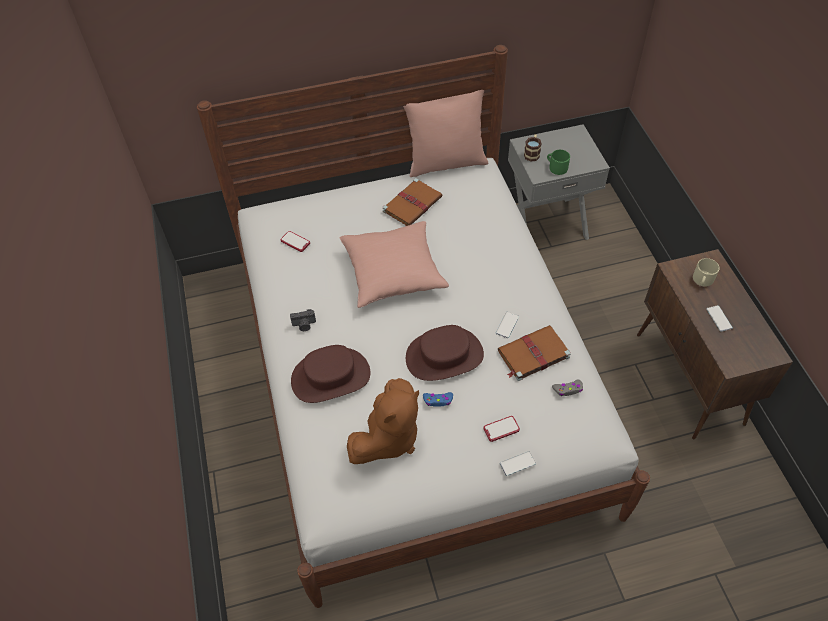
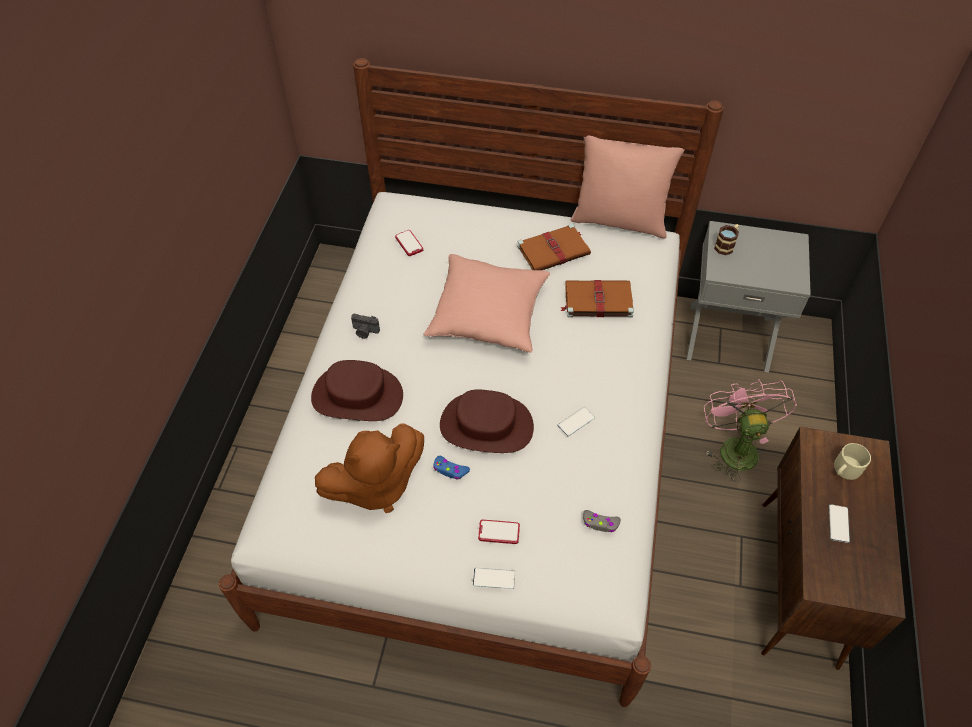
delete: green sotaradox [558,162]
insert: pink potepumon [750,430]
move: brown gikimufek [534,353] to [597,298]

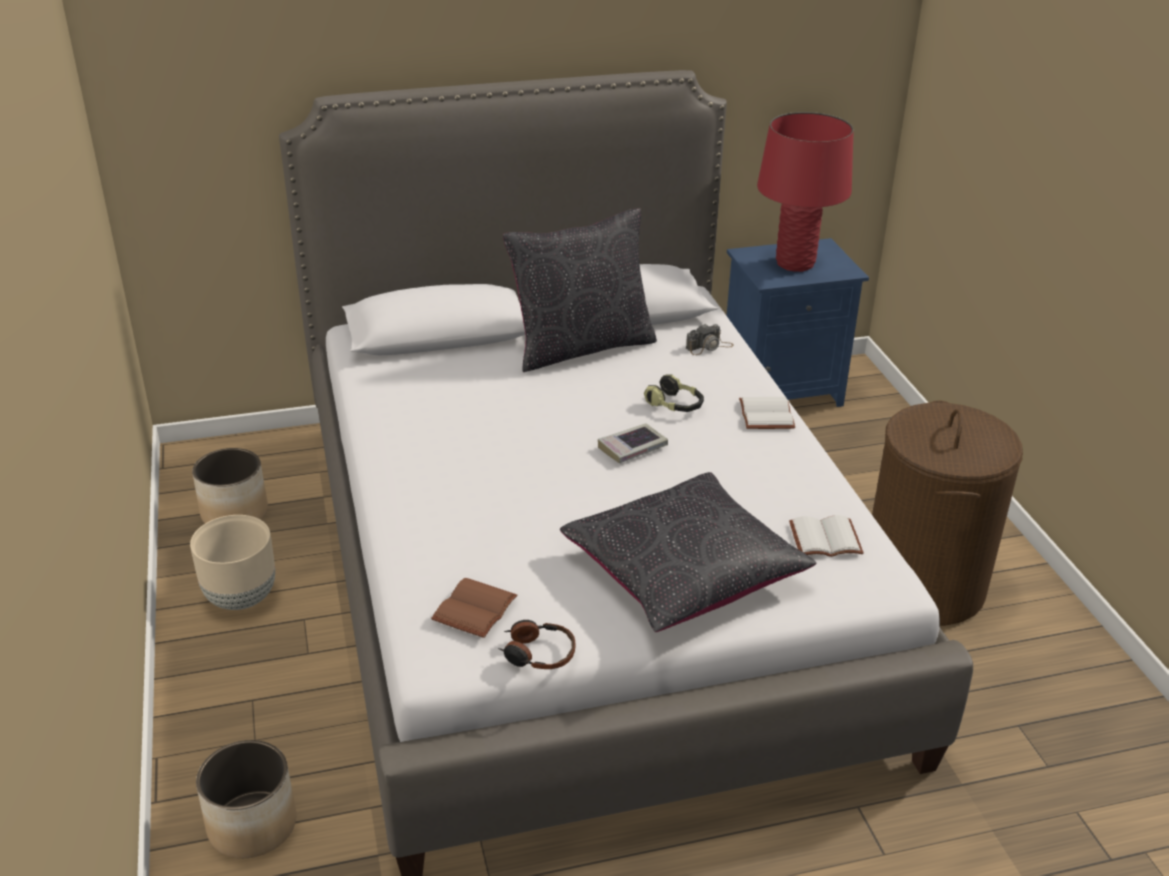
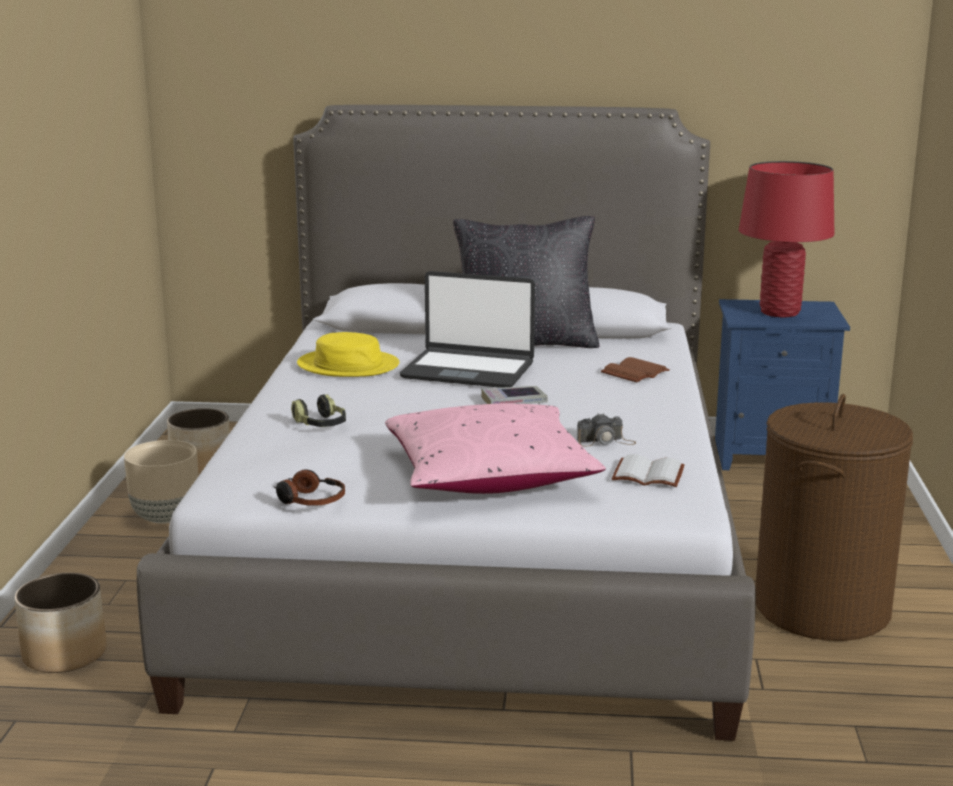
delete: white gikimufek [767,413]
insert: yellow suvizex [348,354]; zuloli [467,329]
move: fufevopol [674,393] to [318,410]; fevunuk [710,339] to [606,430]; brown gikimufek [474,608] to [635,369]
recolor: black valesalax [688,552] to pink valesalax [495,448]

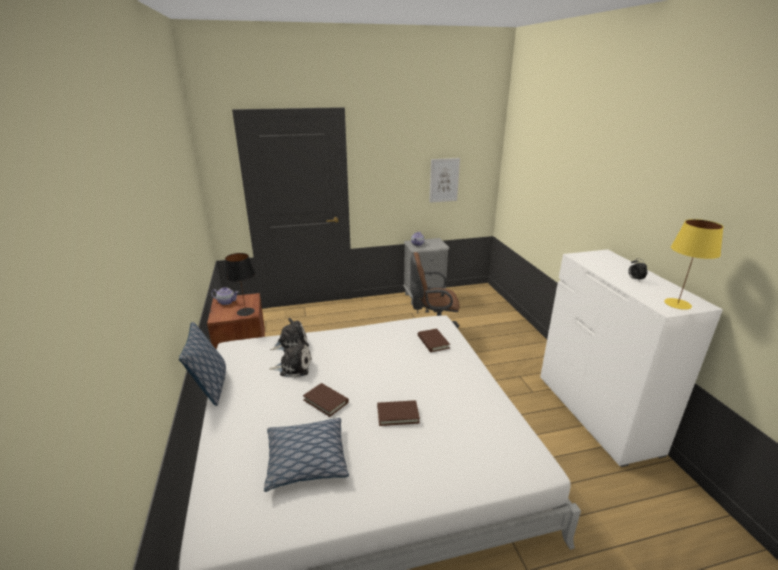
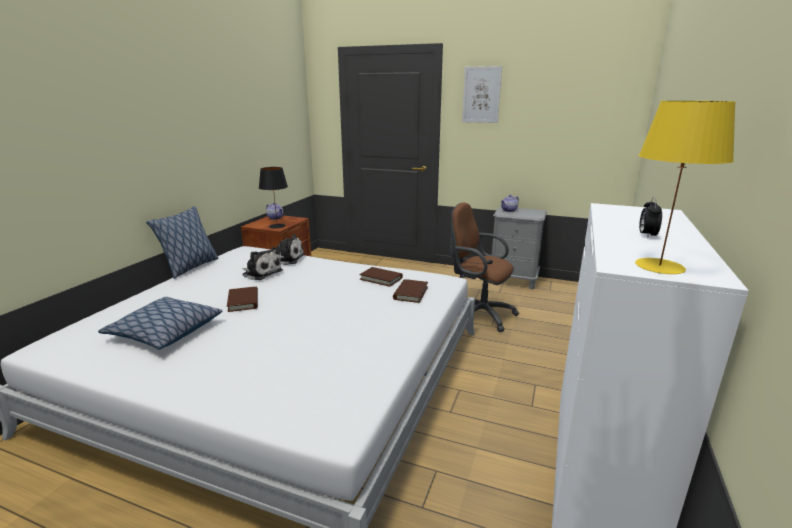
move: brown gikimufek [398,413] to [381,277]; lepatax [444,180] to [482,94]

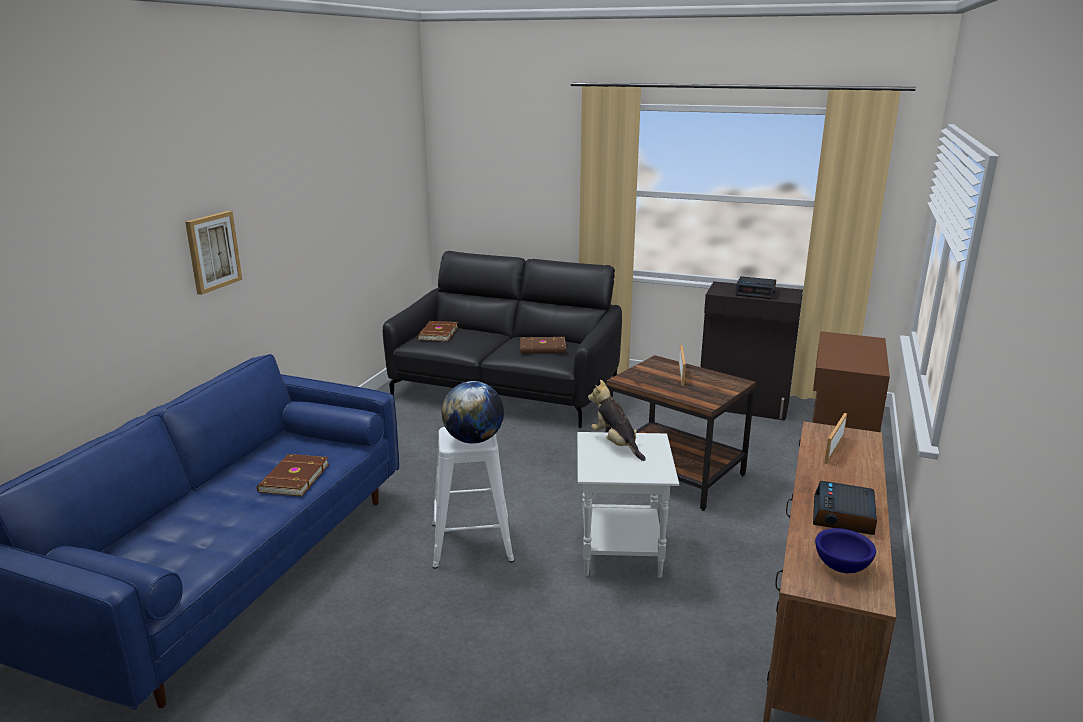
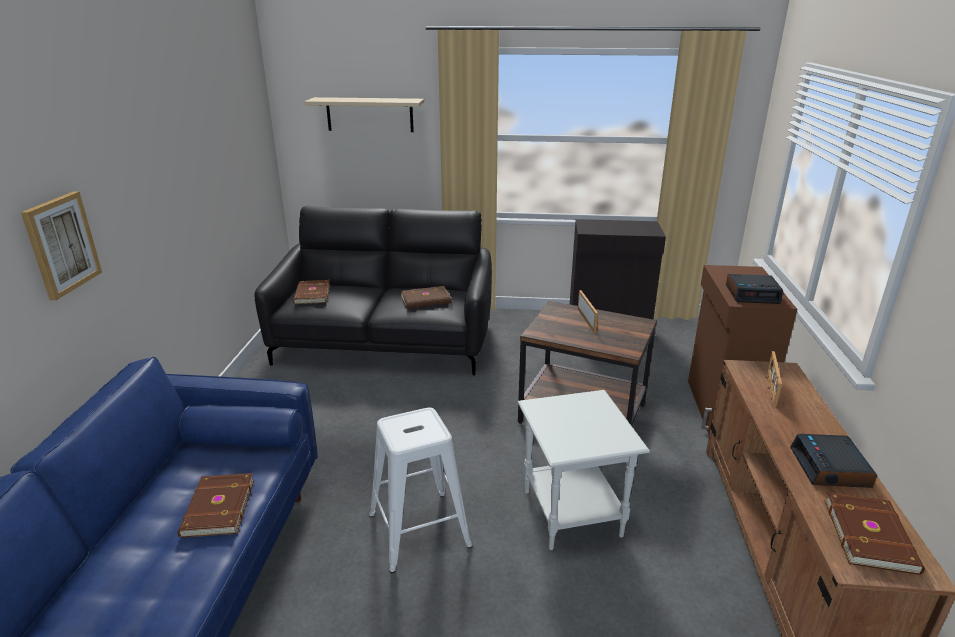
delete: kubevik [473,412]; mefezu [617,420]
insert: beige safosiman [364,114]
move: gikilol [755,287] to [754,289]
replace: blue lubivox [845,550] to brown gikimufek [874,533]

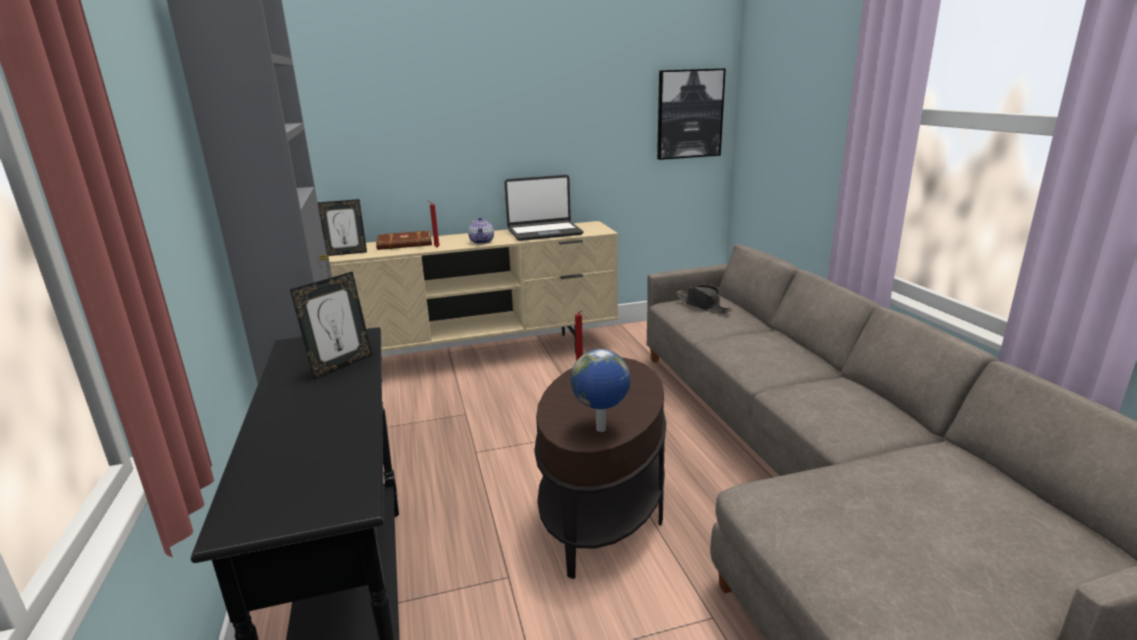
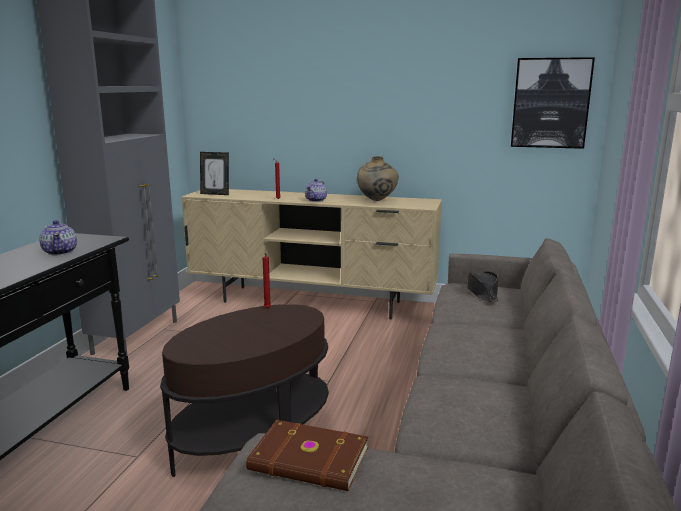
delete: kubevik [600,390]
move: brown gikimufek [404,240] to [307,455]
replace: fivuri [331,325] to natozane [58,237]; zuloli [544,208] to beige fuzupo [378,178]

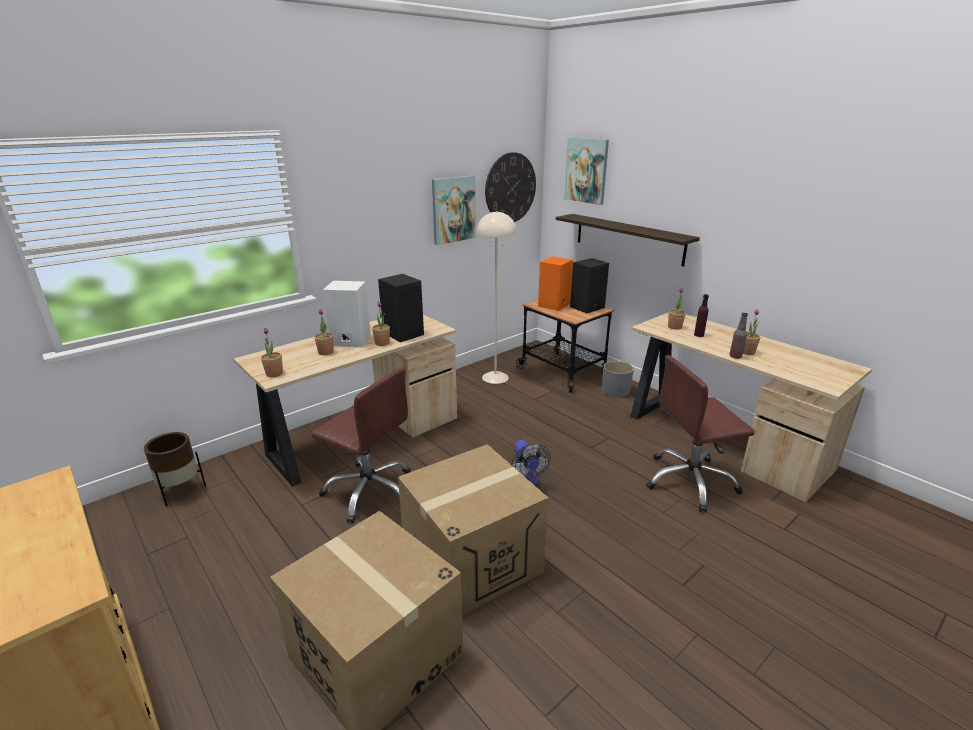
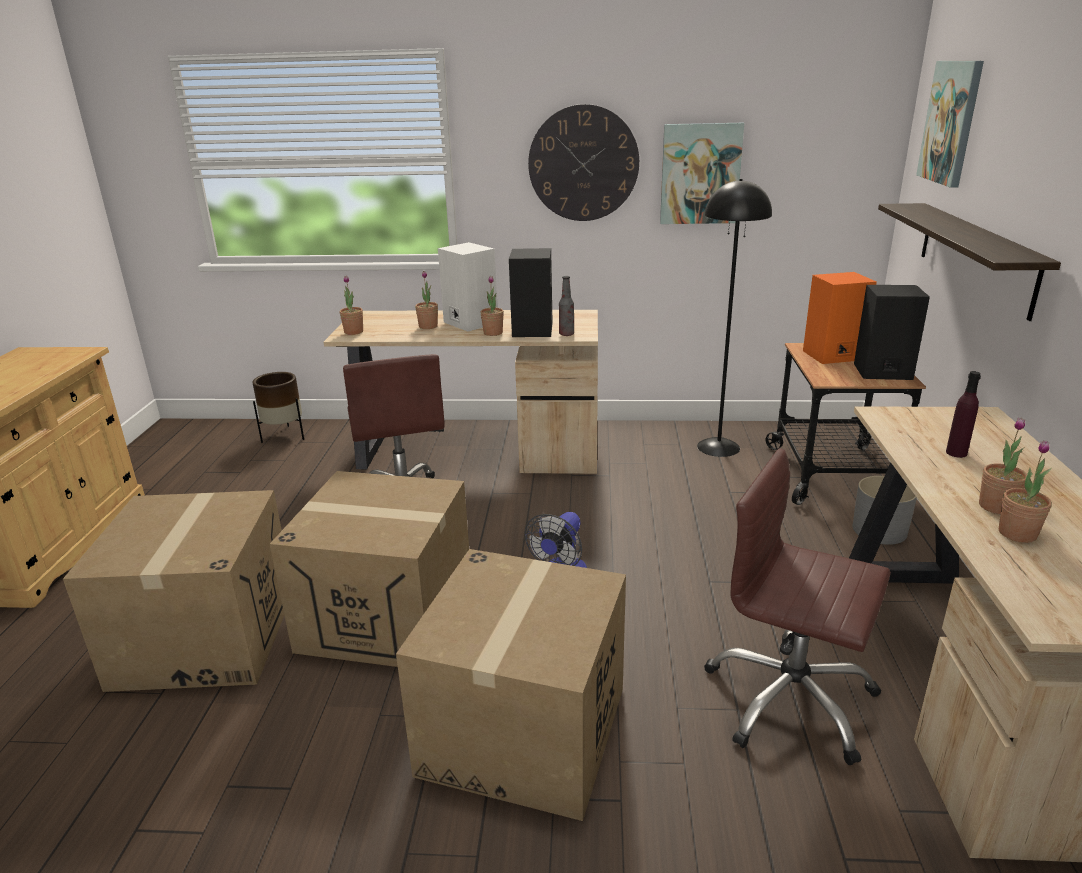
insert: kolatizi [511,685]
move: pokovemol [510,187] to [583,162]; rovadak [738,336] to [566,306]; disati [677,309] to [1025,491]
recolor: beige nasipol [496,297] to black nasipol [734,318]

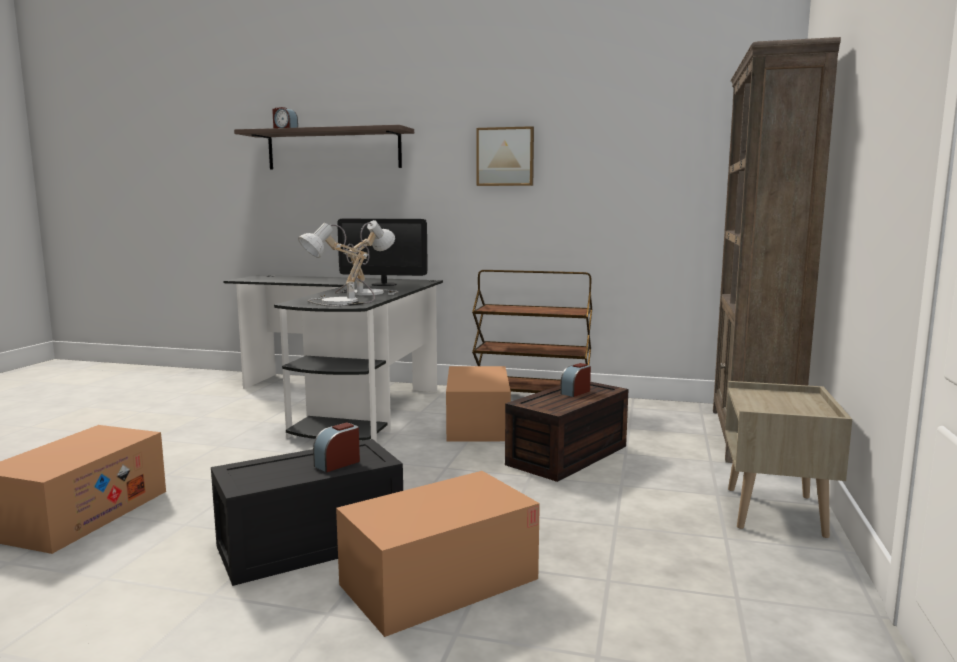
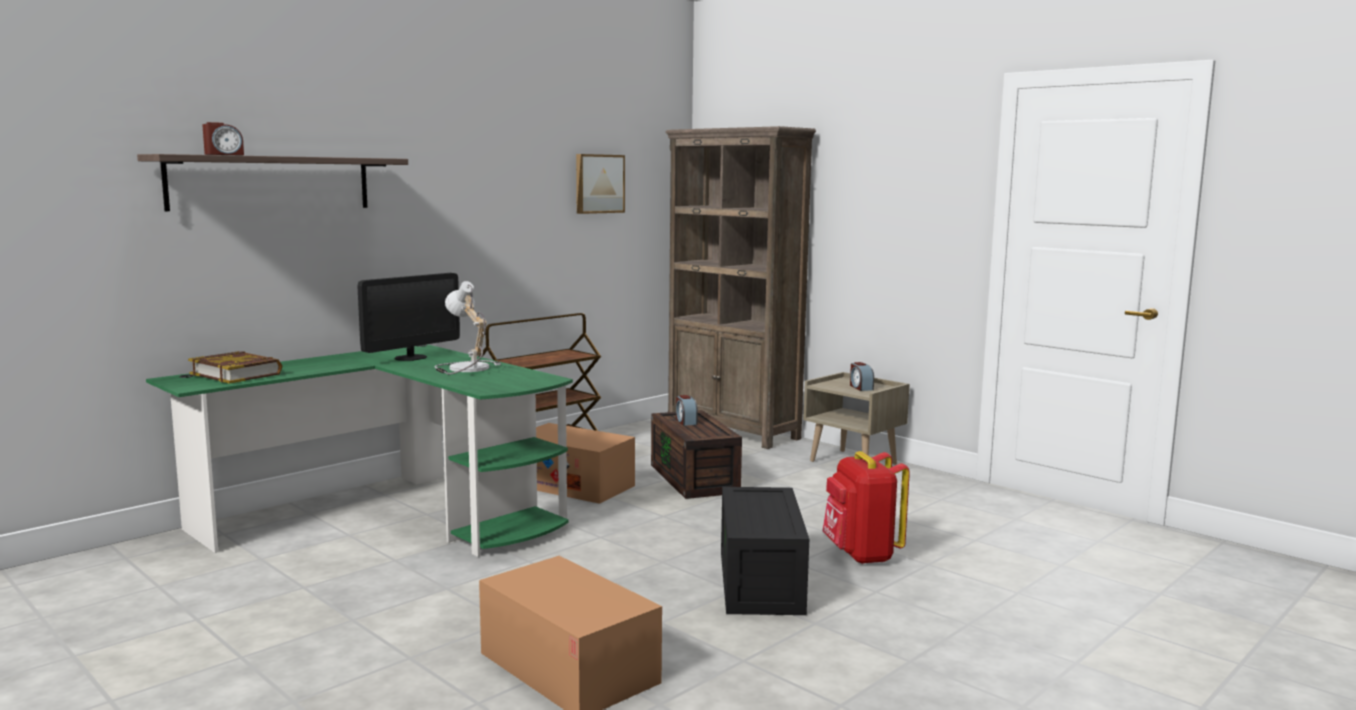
delete: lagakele [336,265]
insert: gikimufek [235,367]
move: lepatax [505,156] to [600,184]; gikilol [336,447] to [862,376]
replace: kolatizi [438,554] to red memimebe [866,507]
recolor: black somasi [333,358] to green somasi [359,450]

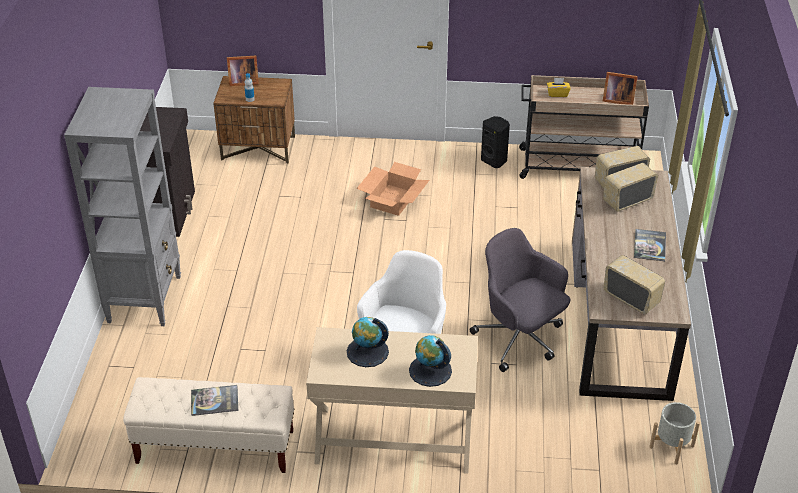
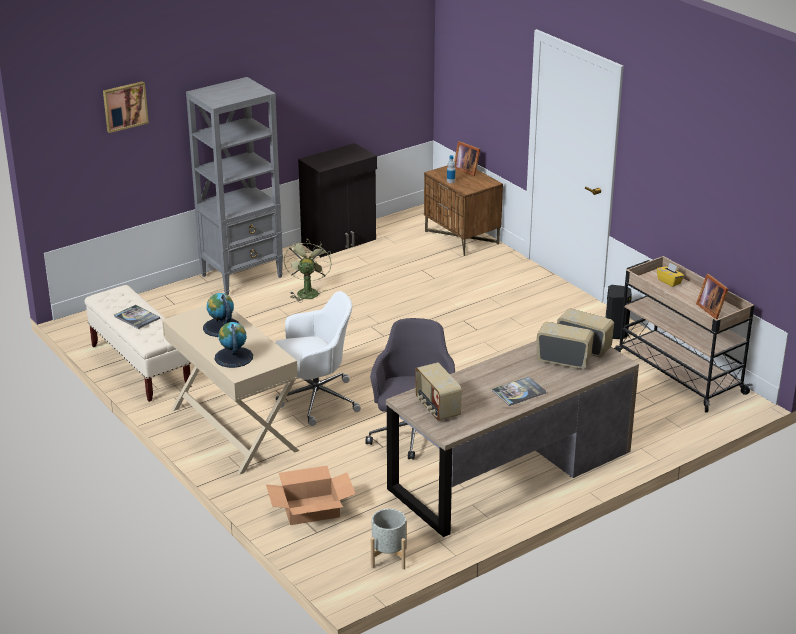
insert: lepatax [126,107]; green potepumon [307,271]
move: kolatizi [392,189] to [310,495]
rotate: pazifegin [634,284] = [438,391] 150 degrees clockwise

